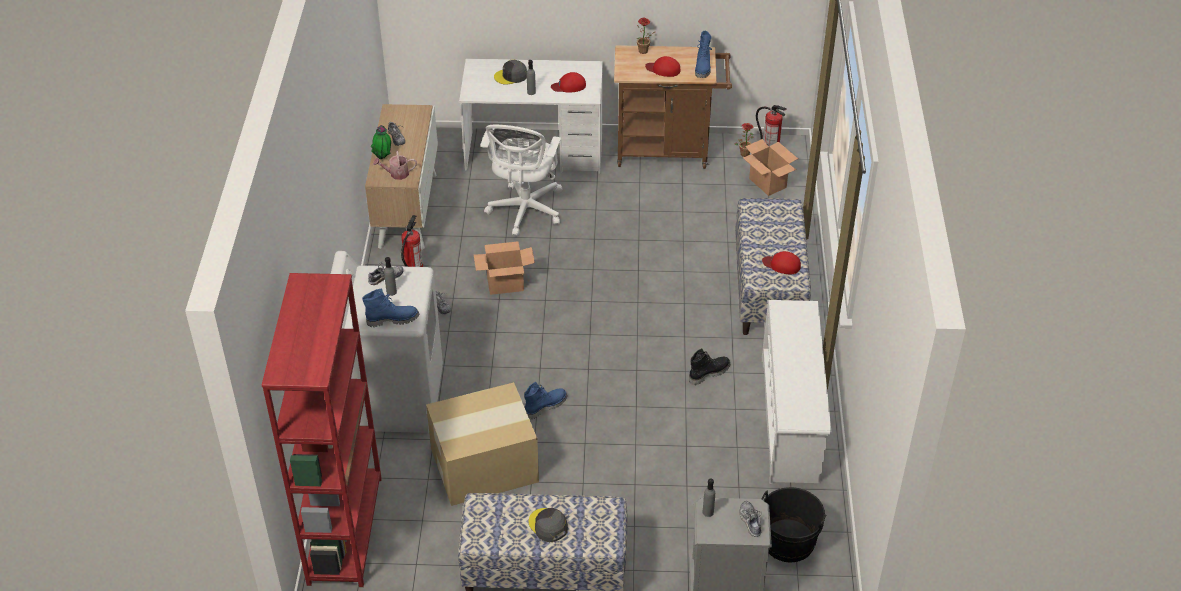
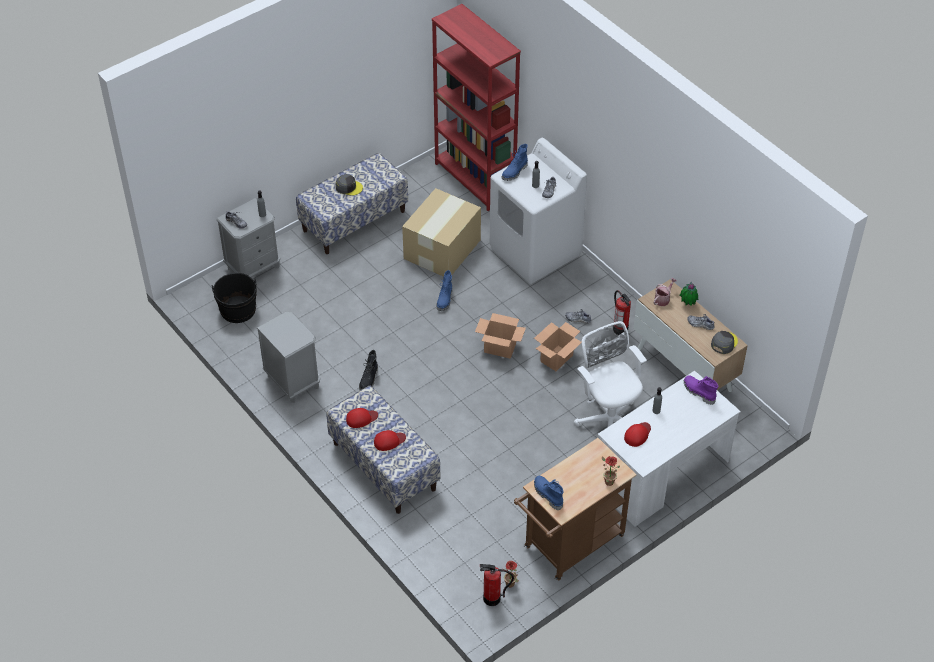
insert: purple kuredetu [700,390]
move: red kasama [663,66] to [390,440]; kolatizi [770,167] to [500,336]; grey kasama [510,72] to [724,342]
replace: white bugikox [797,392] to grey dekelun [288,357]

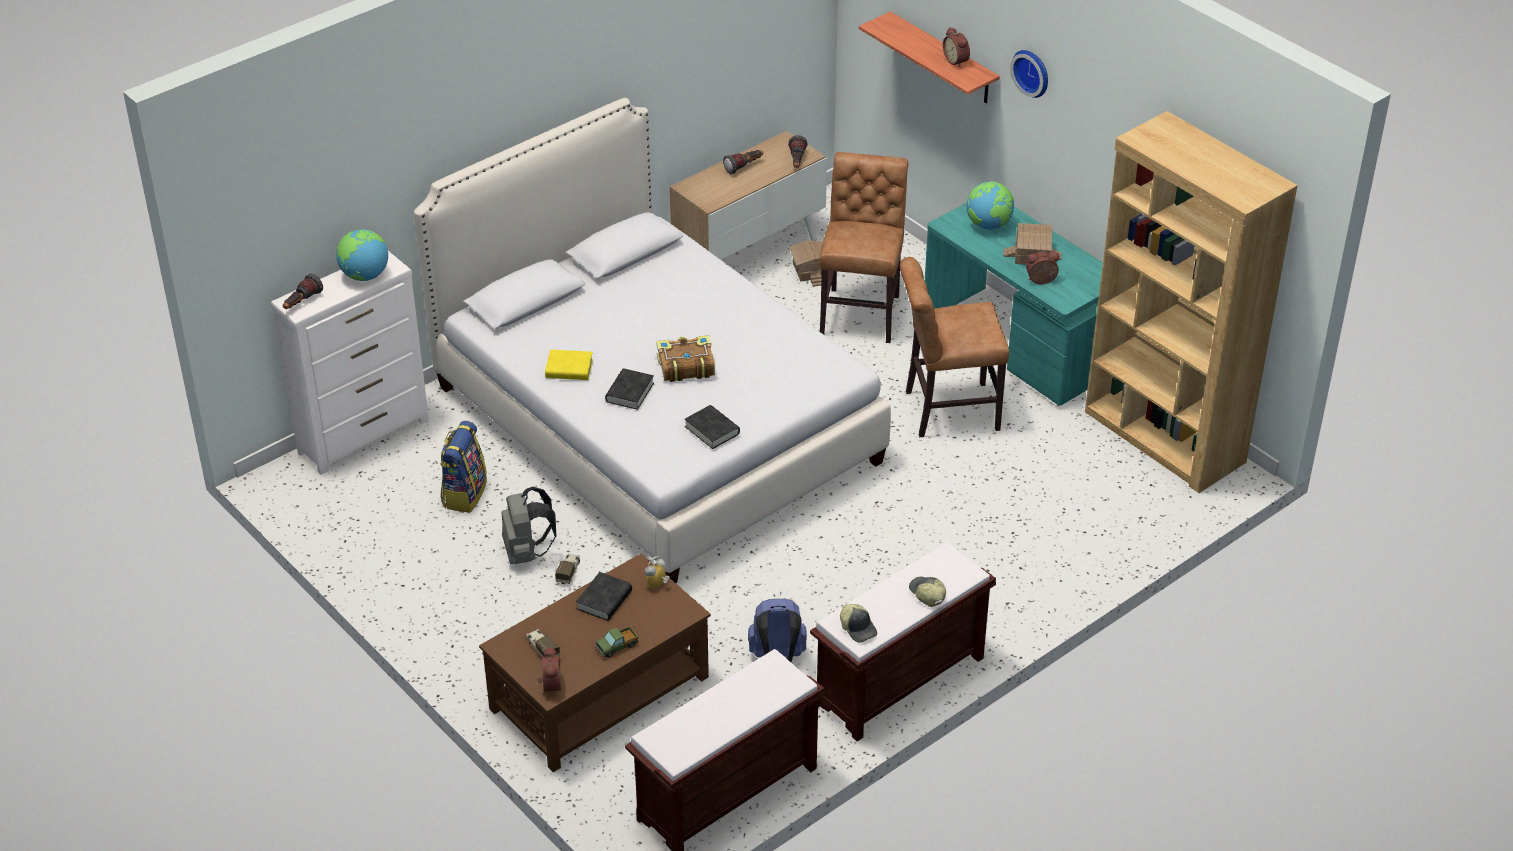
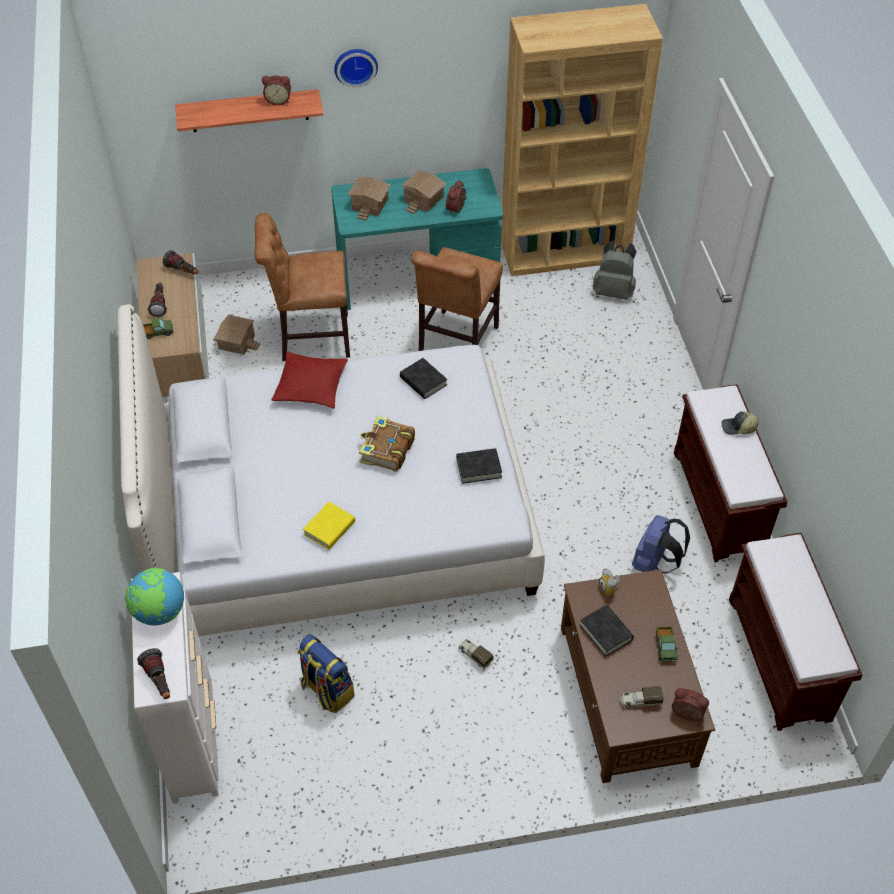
delete: kasama [858,623]
insert: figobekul [158,328]; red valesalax [309,380]
move: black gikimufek [629,389] to [423,378]; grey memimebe [528,525] to [614,270]
replace: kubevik [990,205] to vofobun [369,198]
rotate: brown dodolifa [864,247] = [302,287] 45 degrees counterclockwise

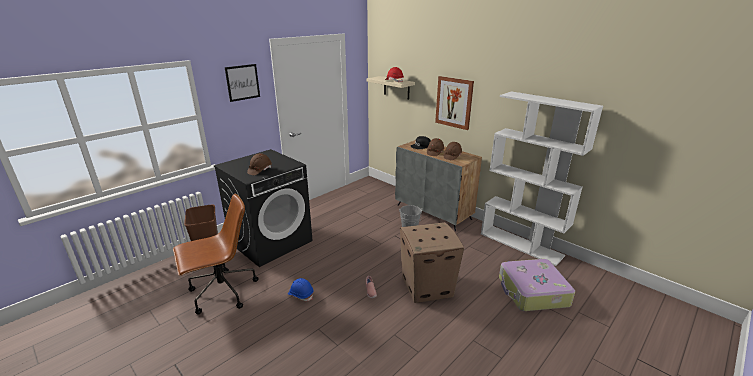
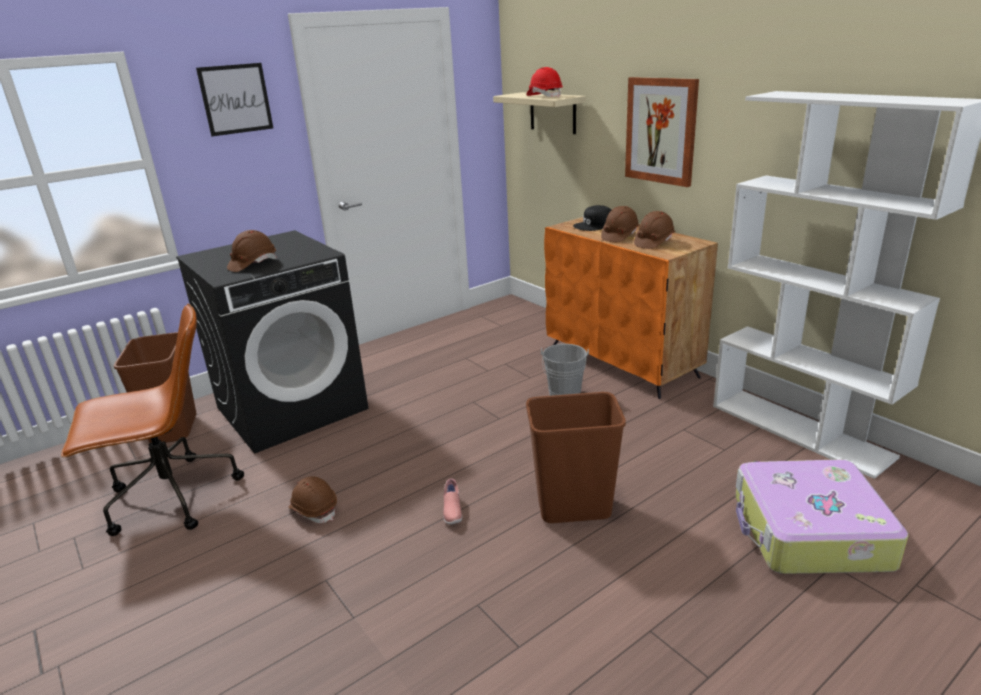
replace: kolatizi [432,262] to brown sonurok [576,457]
recolor: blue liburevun [301,289] to brown liburevun [312,499]; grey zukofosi [438,185] to orange zukofosi [631,308]

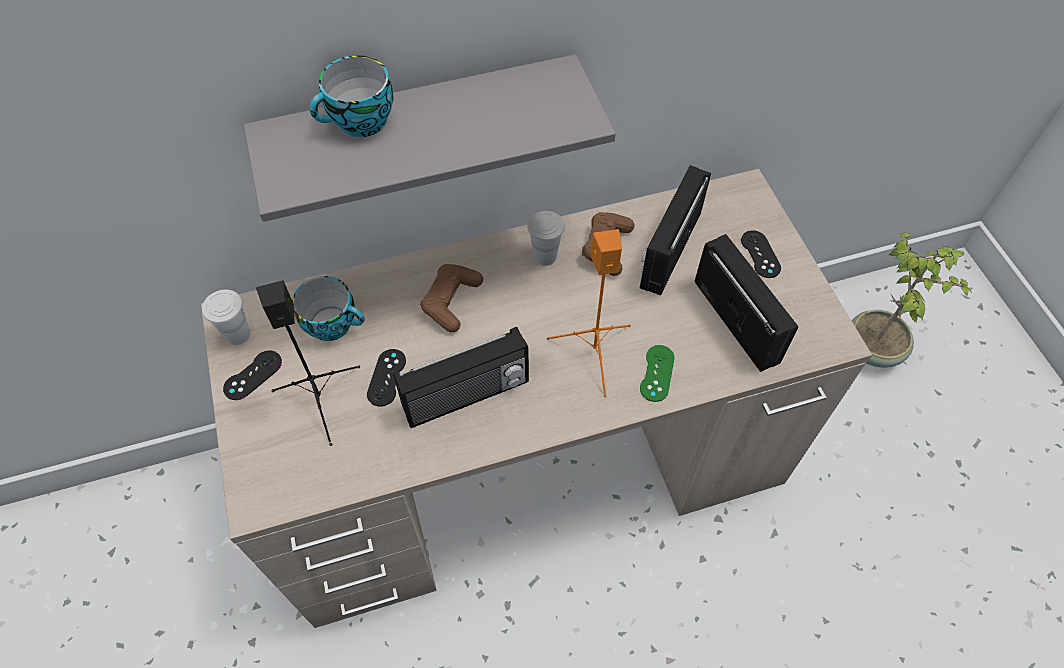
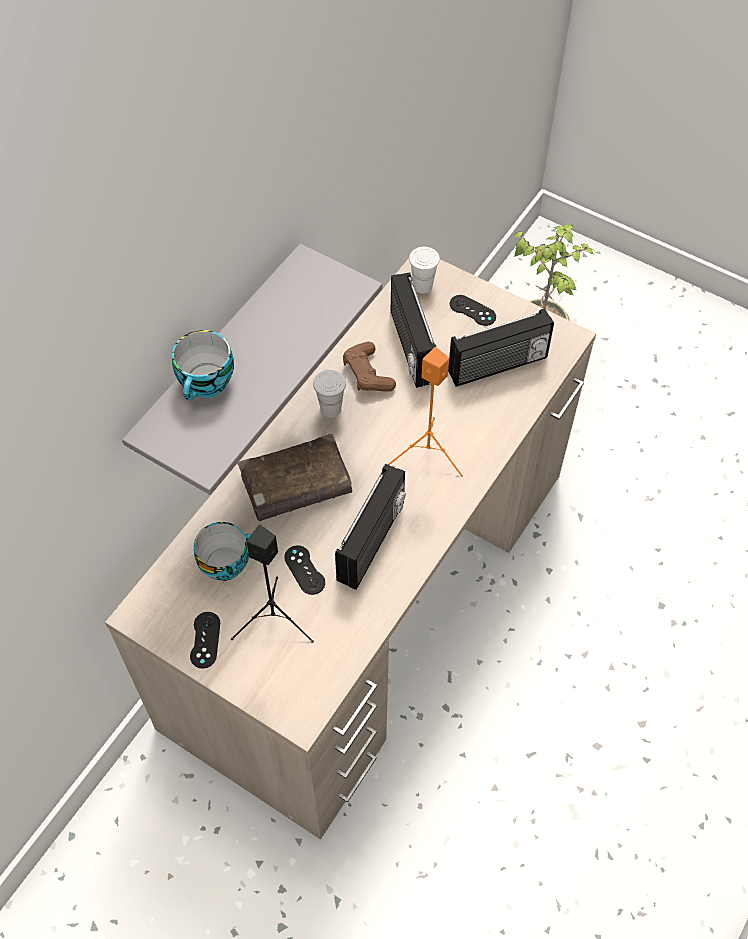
delete: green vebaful [657,373]
move: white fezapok [226,317] to [424,270]
replace: brown vebaful [451,298] to brown gikimufek [294,477]
rotate: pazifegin [746,303] = [501,347] 135 degrees clockwise

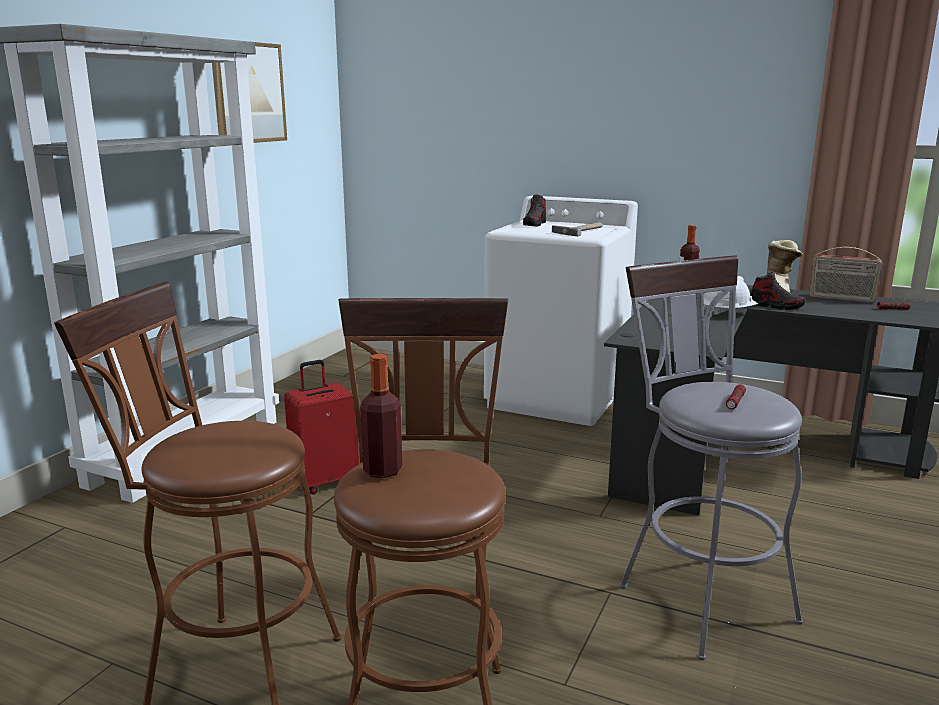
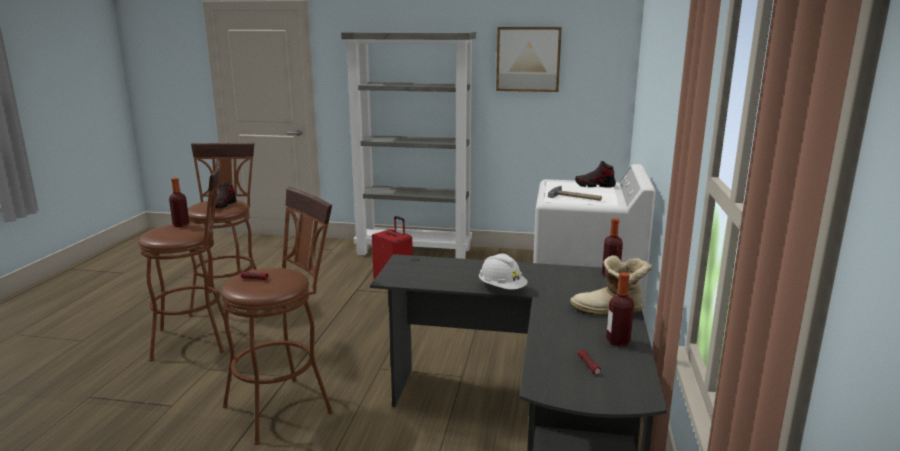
move: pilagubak [778,291] to [226,195]
replace: pazifegin [845,275] to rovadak [620,309]
recolor: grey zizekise [711,457] to brown zizekise [277,316]

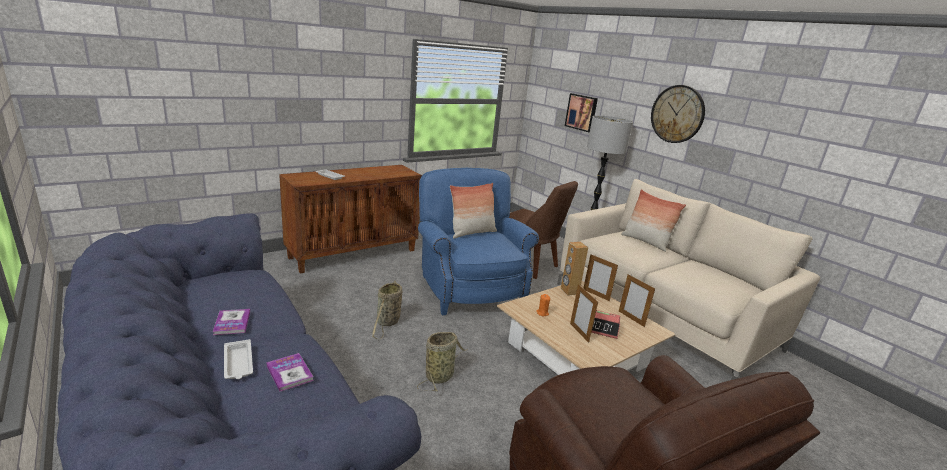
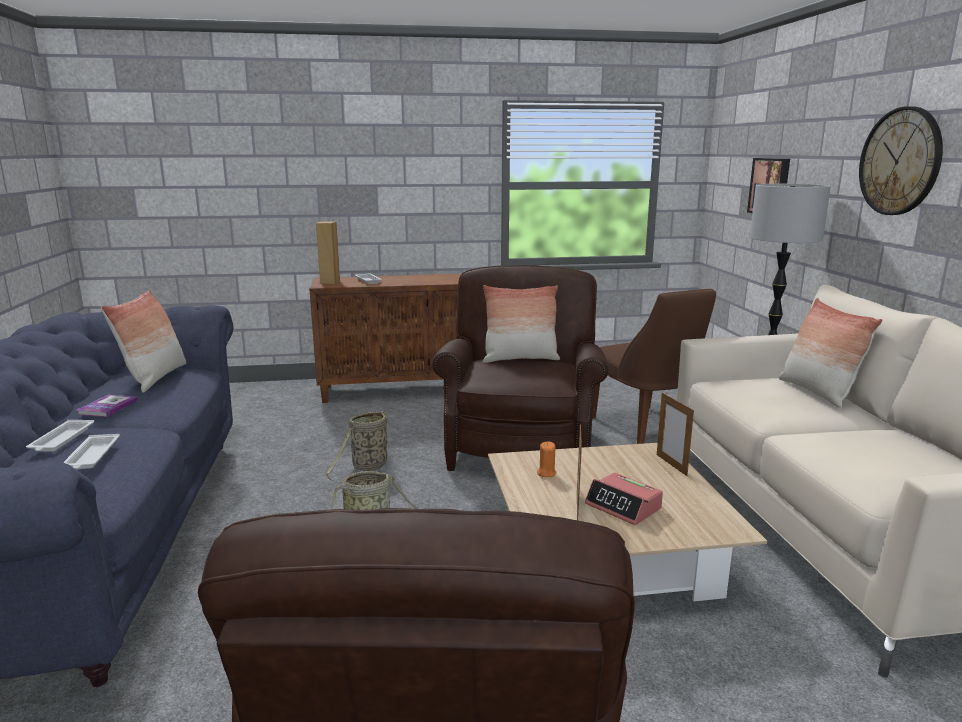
delete: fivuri [637,300]
insert: valesalax [143,341]
move: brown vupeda [574,269] to [328,252]
replace: gikimufek [290,372] to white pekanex [91,451]
recolor: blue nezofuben [478,241] to brown nezofuben [520,368]

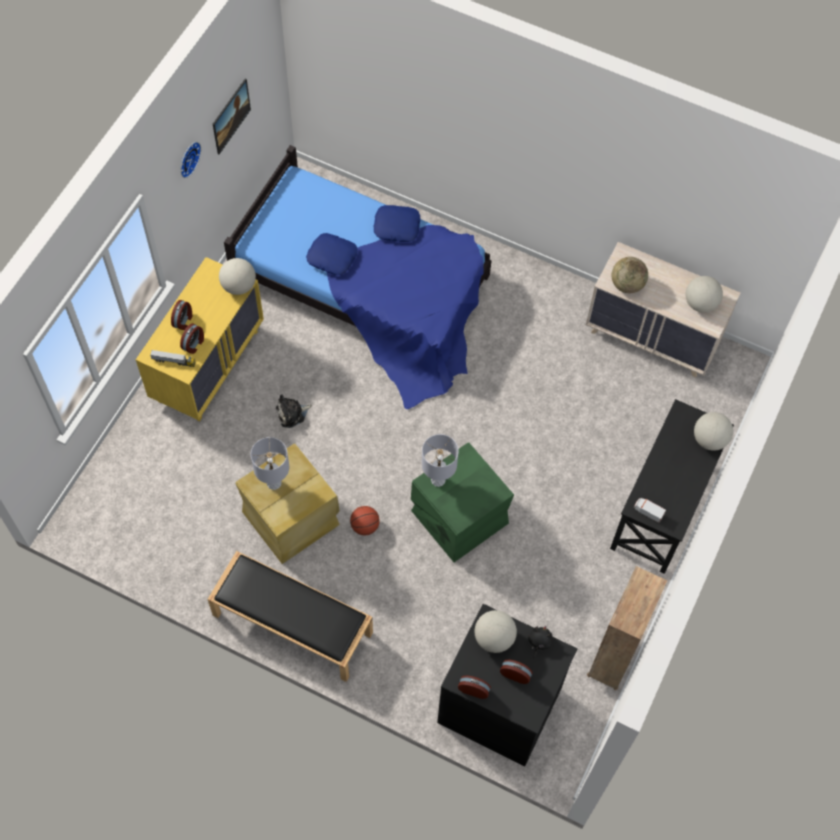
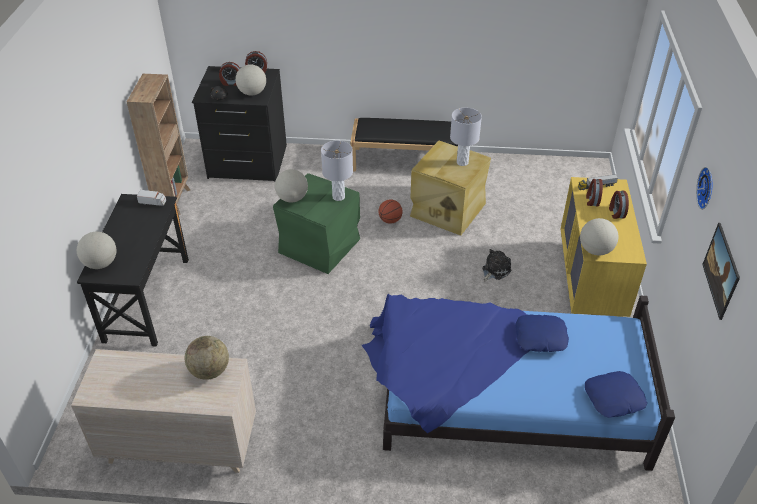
move: kubevik [704,294] to [291,185]; blue valesalax [397,223] to [616,394]

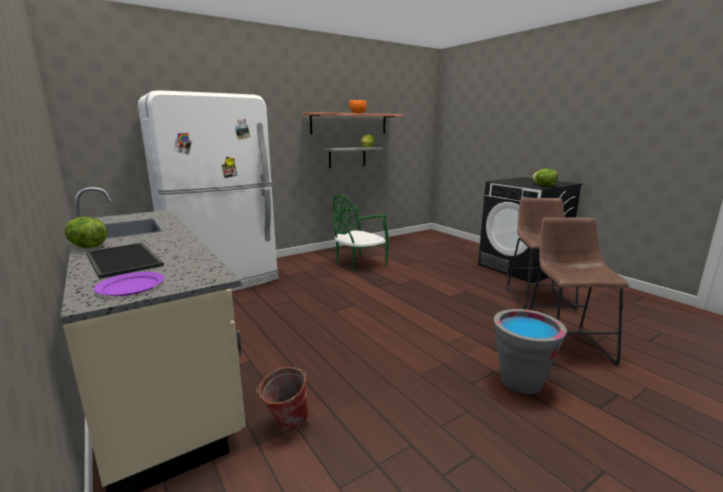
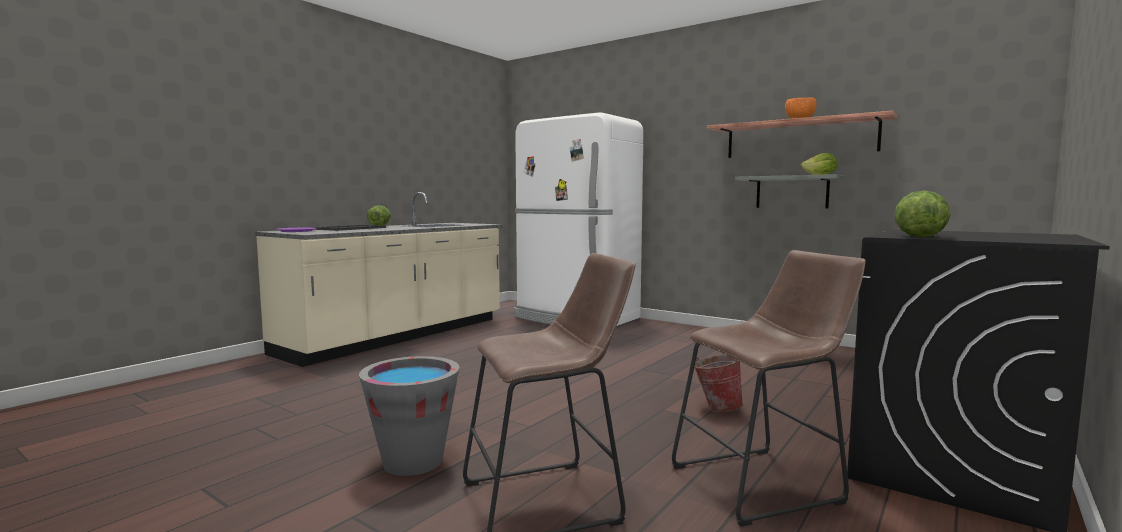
delete: green dodolifa [361,233]
move: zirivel [282,399] to [718,383]

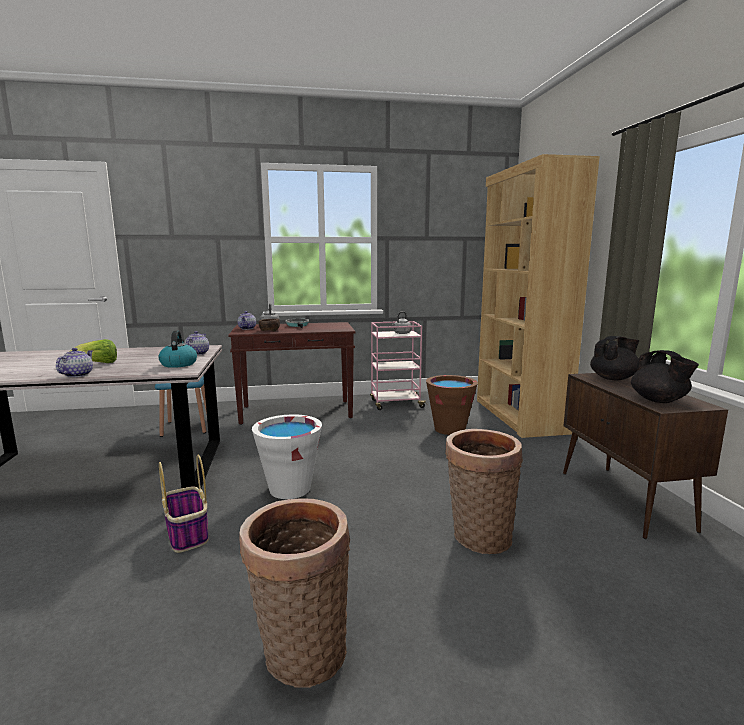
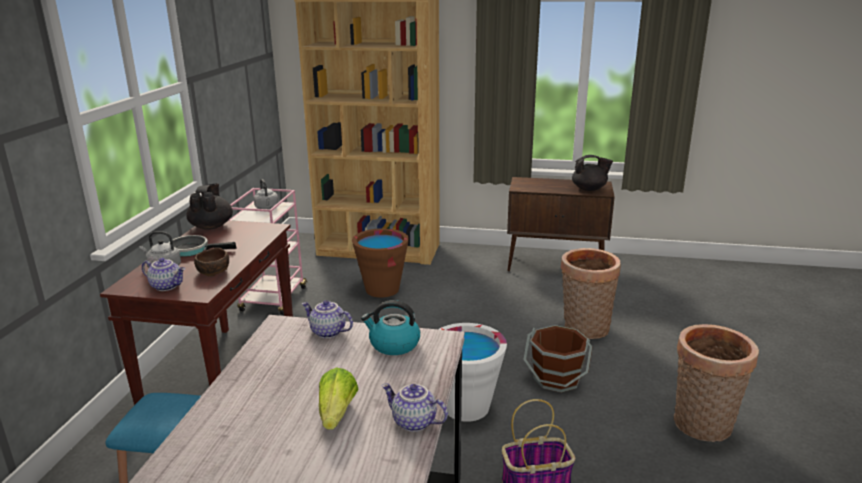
insert: brown zirivel [558,359]
move: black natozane [614,358] to [209,206]

